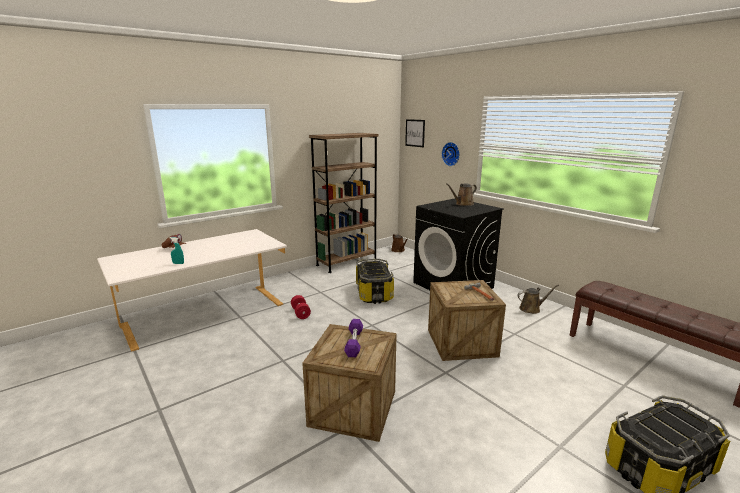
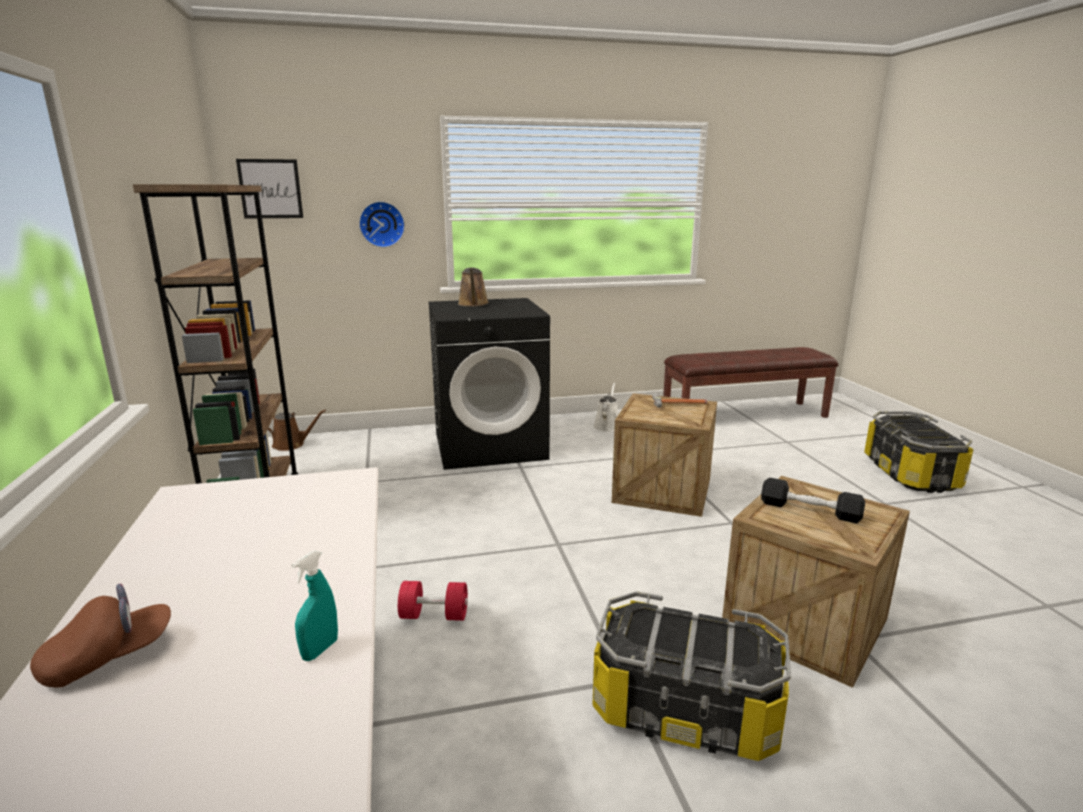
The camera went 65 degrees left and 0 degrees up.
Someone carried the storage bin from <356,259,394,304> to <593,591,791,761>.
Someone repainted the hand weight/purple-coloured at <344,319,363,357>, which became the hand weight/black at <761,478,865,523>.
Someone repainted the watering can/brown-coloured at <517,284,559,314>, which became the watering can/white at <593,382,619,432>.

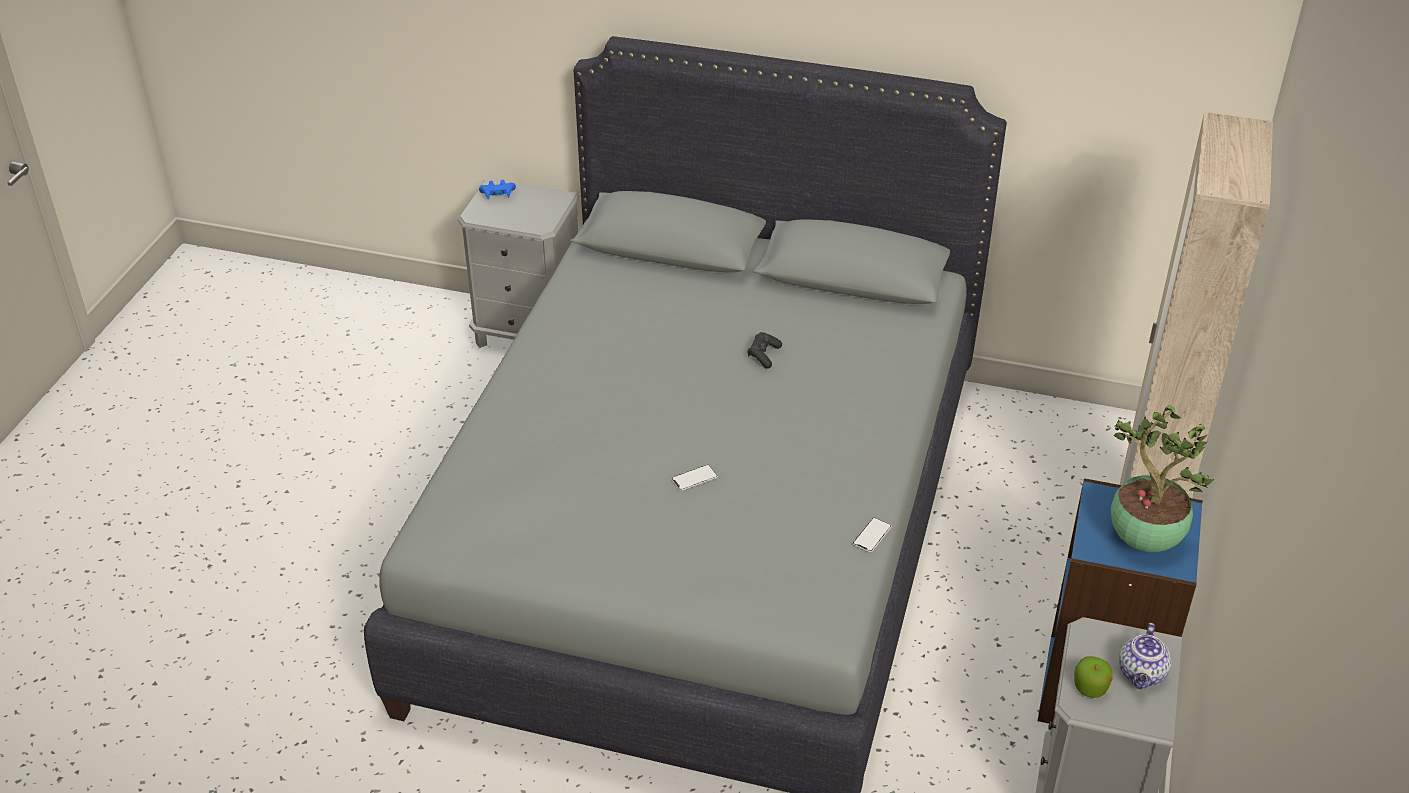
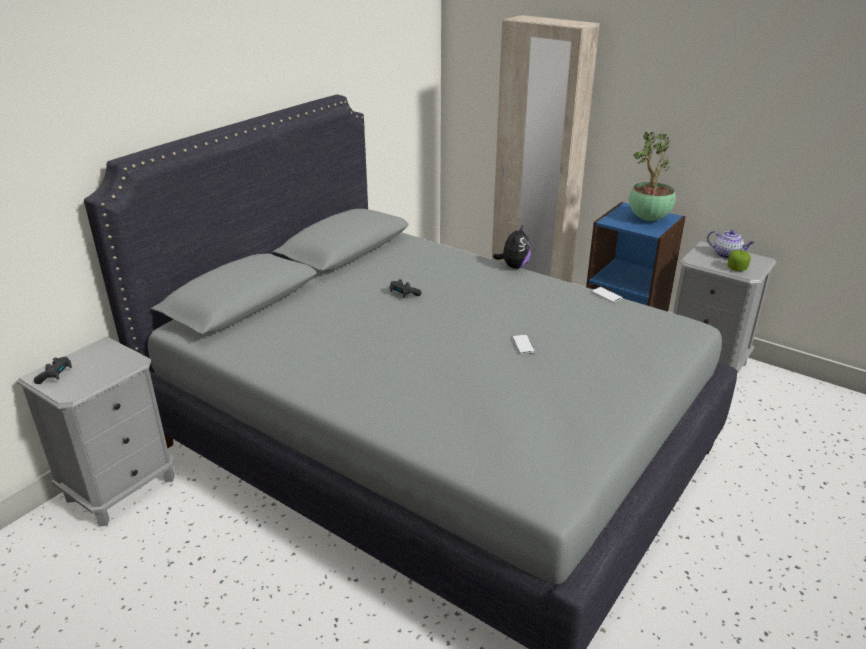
The camera went 70 degrees left and 10 degrees down.
Someone put down the soft toy at <493,225,531,269>.
Someone repainted the joypad/blue at <479,180,516,199>, which became the joypad/black at <34,357,72,384>.

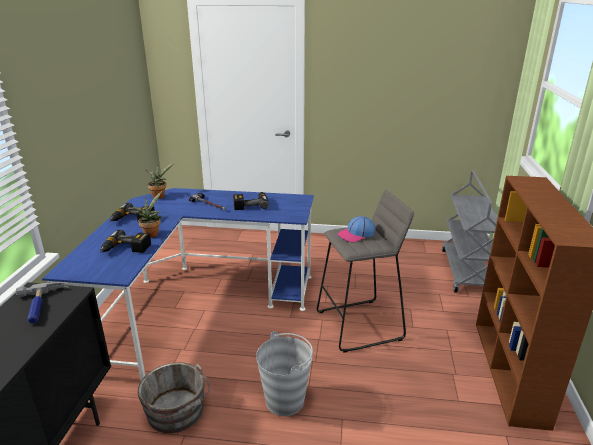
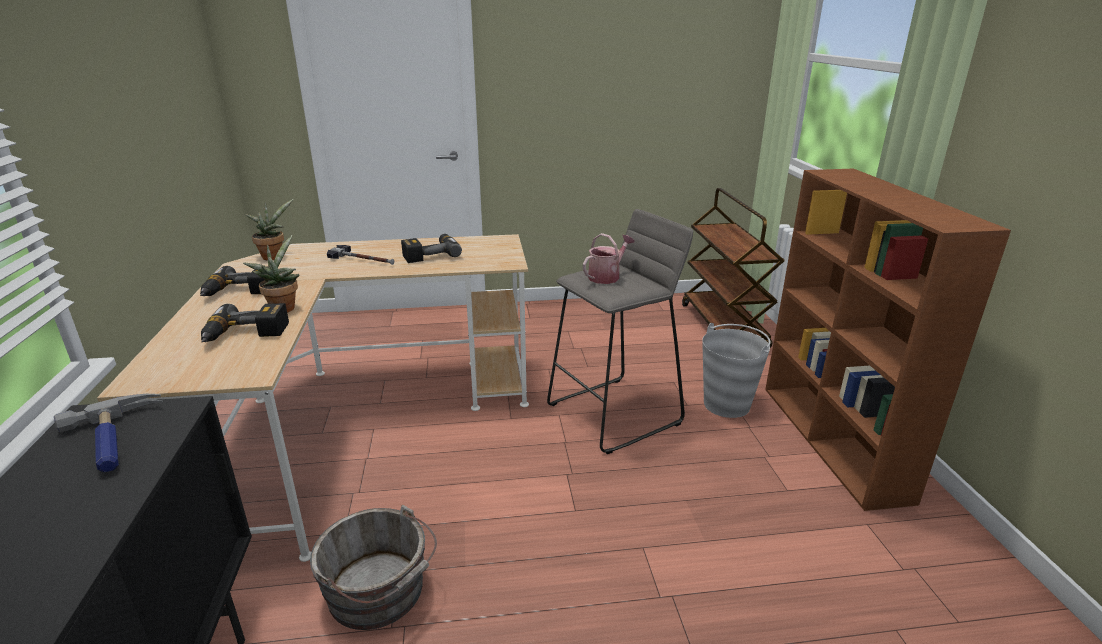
The camera went 15 degrees left and 0 degrees up.
Someone carried the bucket/grey from <256,331,313,416> to <702,323,771,418>.
Someone swapped the cap at <337,216,376,242> for the watering can at <583,233,635,284>.
Someone repainted the desk/blue at <42,188,314,380>, which became the desk/beige at <97,234,529,562>.
Someone repainted the cart/grey at <442,170,498,293>, which became the cart/brown-coloured at <682,188,785,348>.

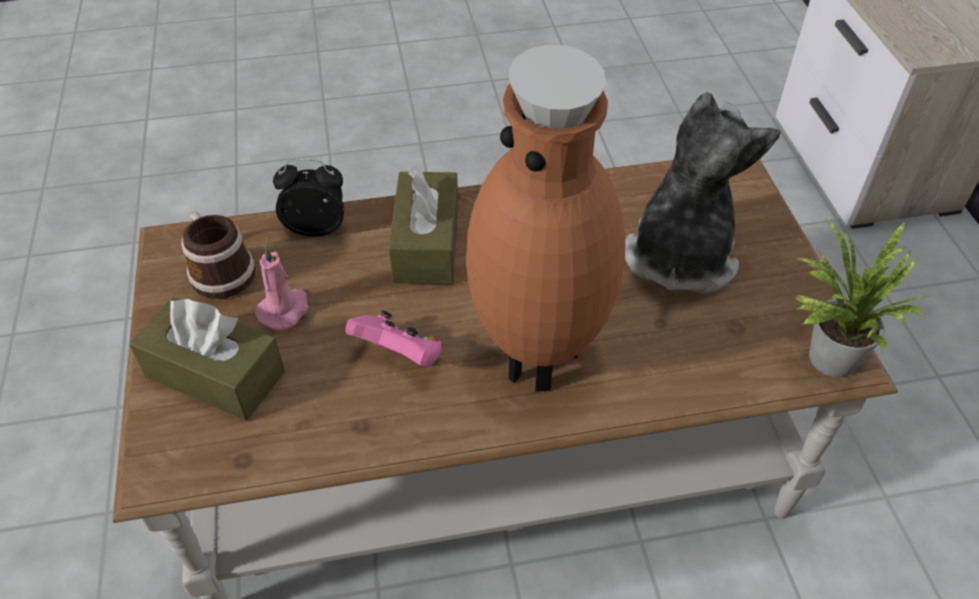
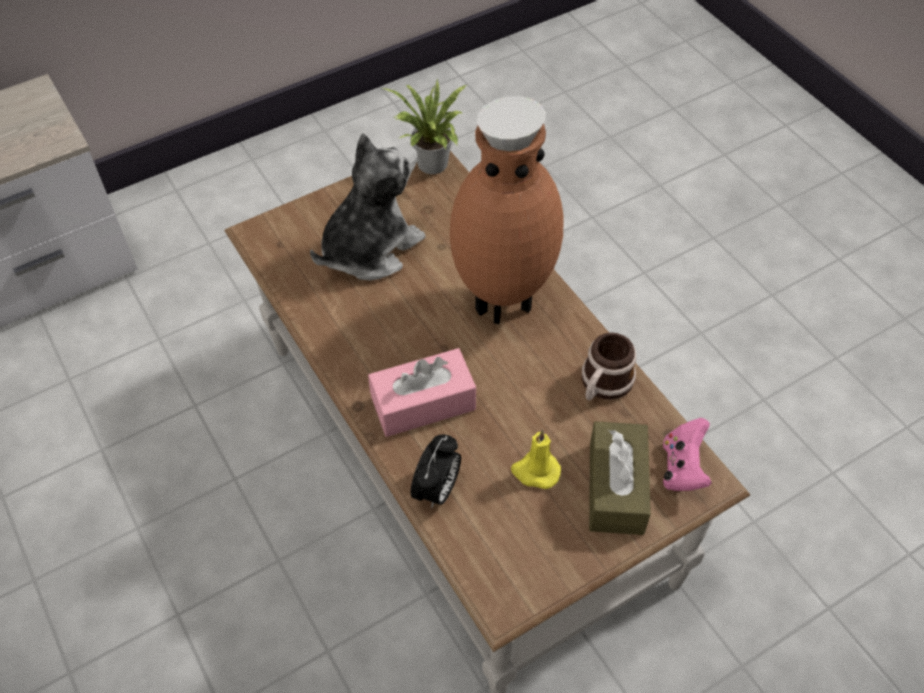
The camera went 110 degrees left and 5 degrees up.
Someone carried the mug from <181,212,255,299> to <582,333,636,400>.
Someone carried the joypad/pink from <345,310,442,366> to <663,418,712,491>.
Someone repainted the wax candle/pink at <255,244,309,331>, which became the wax candle/yellow at <511,430,561,489>.
Someone repainted the tissue box/brown-coloured at <389,166,458,284>, which became the tissue box/pink at <368,348,476,437>.
Someone rotated the alarm clock at <273,159,344,237> by 135 degrees counterclockwise.
Someone rotated the soft toy at <625,92,781,294> by 135 degrees clockwise.

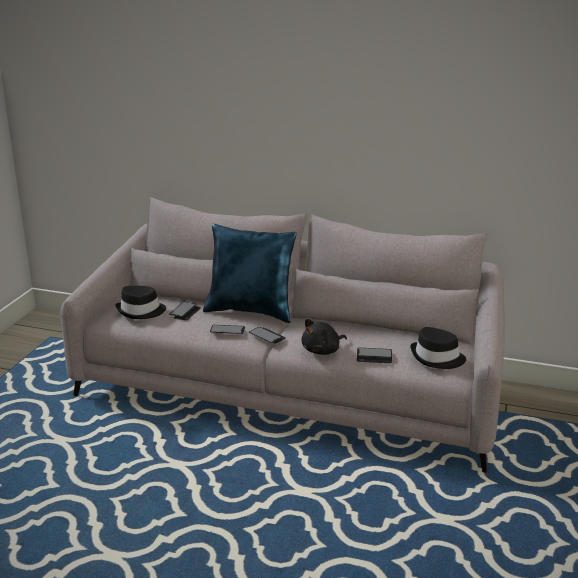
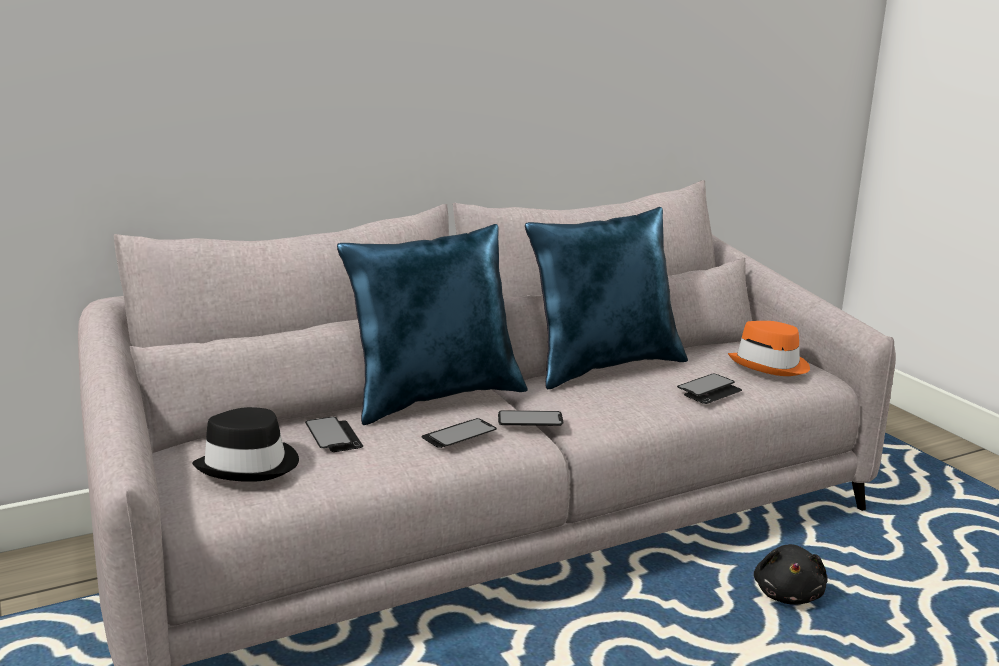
The camera went 45 degrees left and 5 degrees down.
Someone put down the pillow/blue at <525,207,688,389>.
Someone carried the soft toy/black from <301,319,347,355> to <754,544,828,605>.
Someone repainted the wearable hat/black at <410,327,466,369>, which became the wearable hat/orange-coloured at <728,321,810,376>.

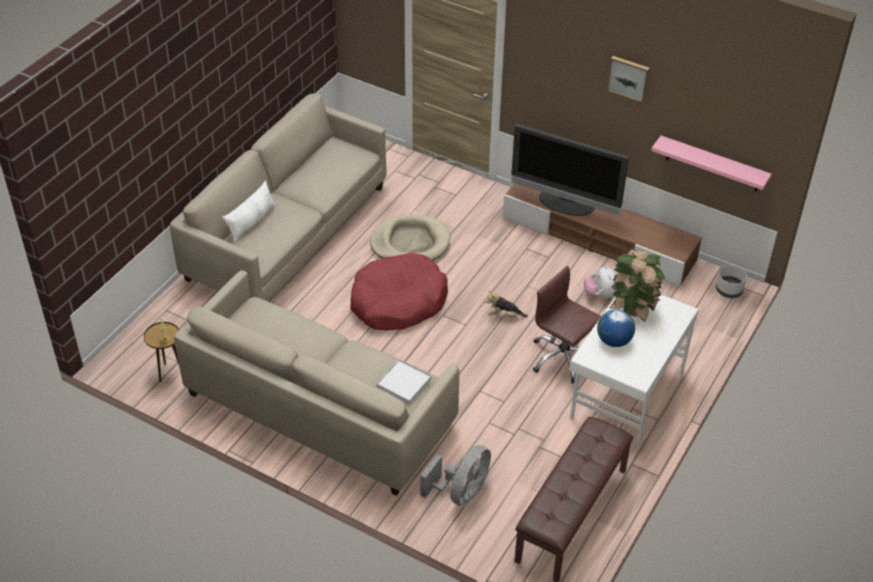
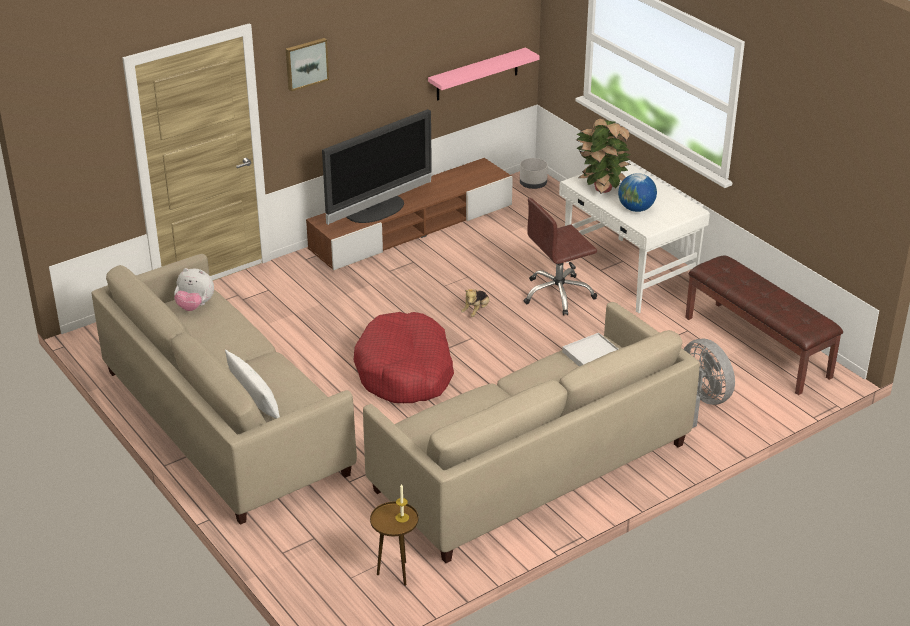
The camera went 65 degrees left and 10 degrees down.
Someone took away the dog cushion/beige at <370,214,451,261>.
Someone carried the soft toy from <584,266,617,299> to <174,268,214,311>.
Someone carried the wall picture from <607,56,650,103> to <286,38,329,91>.

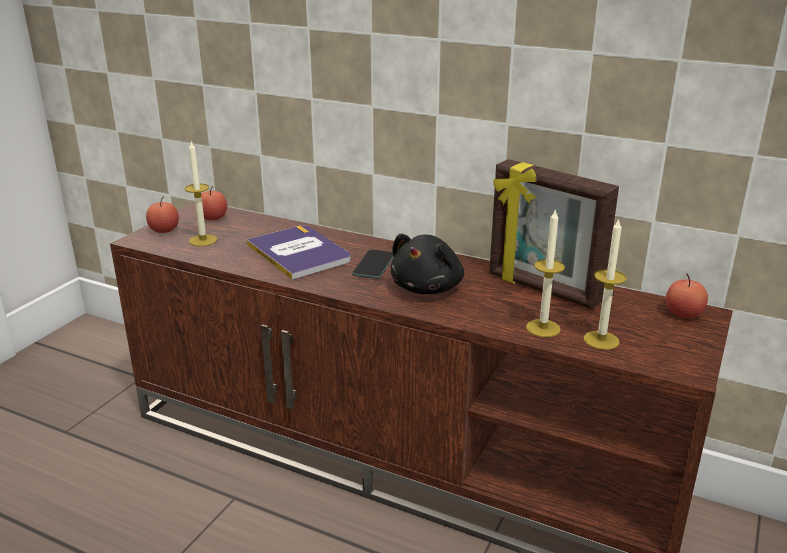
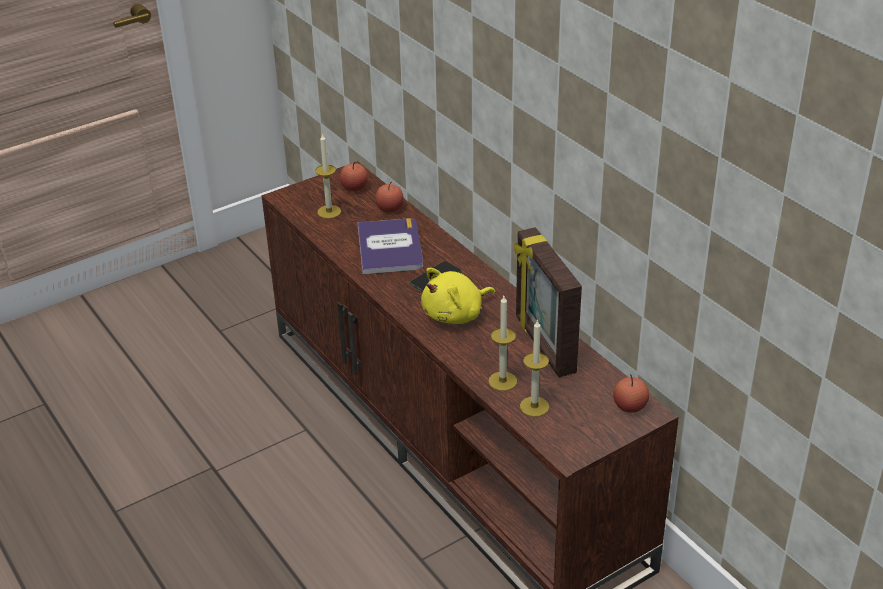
The camera went 30 degrees right and 10 degrees up.
Someone carried the apple fruit from <146,197,179,233> to <375,182,403,212>.
Someone repainted the soft toy/black at <390,234,464,294>, which became the soft toy/yellow at <421,268,495,324>.

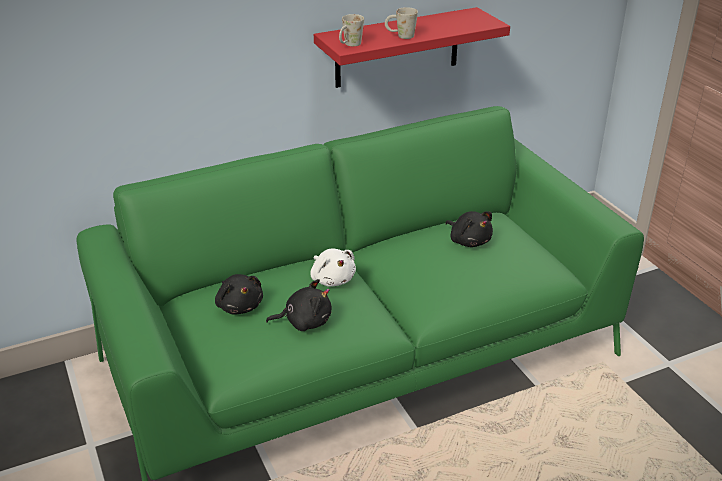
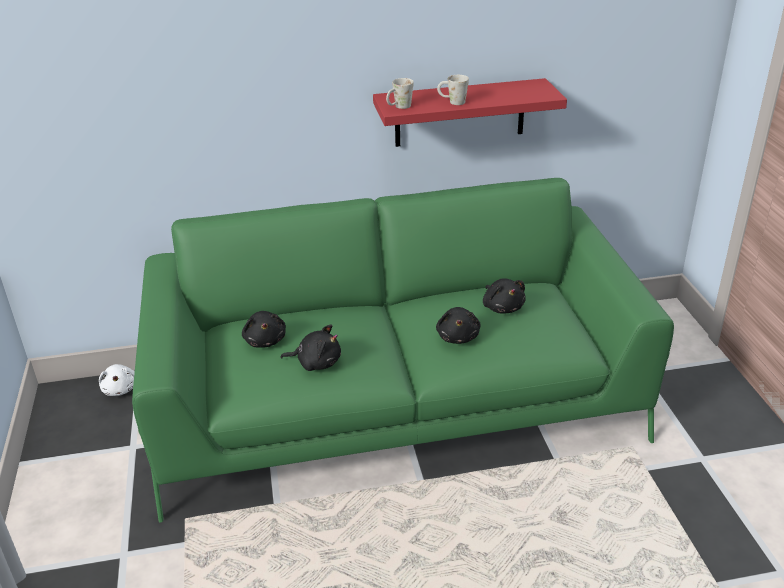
The camera went 15 degrees right and 0 degrees up.
Someone put down the soft toy/black at <436,307,481,344>.
Someone carried the soft toy/white from <310,248,356,287> to <99,364,135,396>.

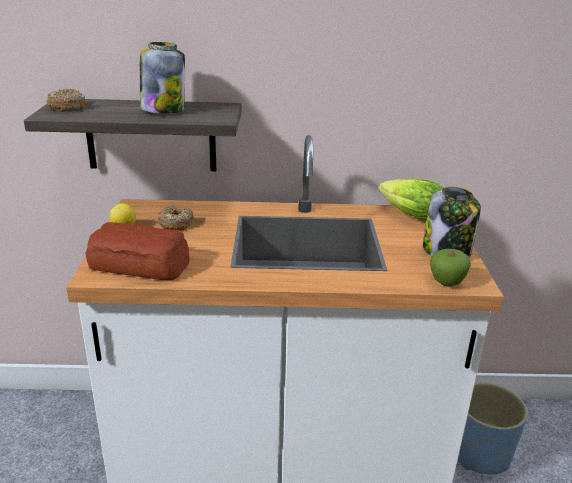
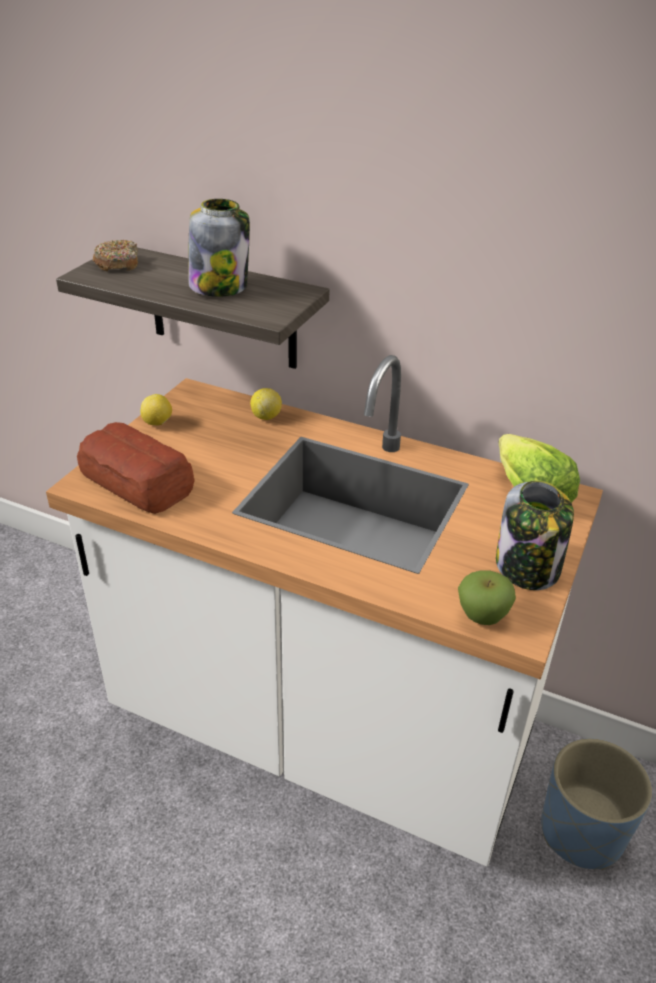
The camera went 25 degrees right and 10 degrees up.
Someone took away the ring doughnut at <157,205,194,231>.
Someone put down the lemon at <250,388,282,420>.

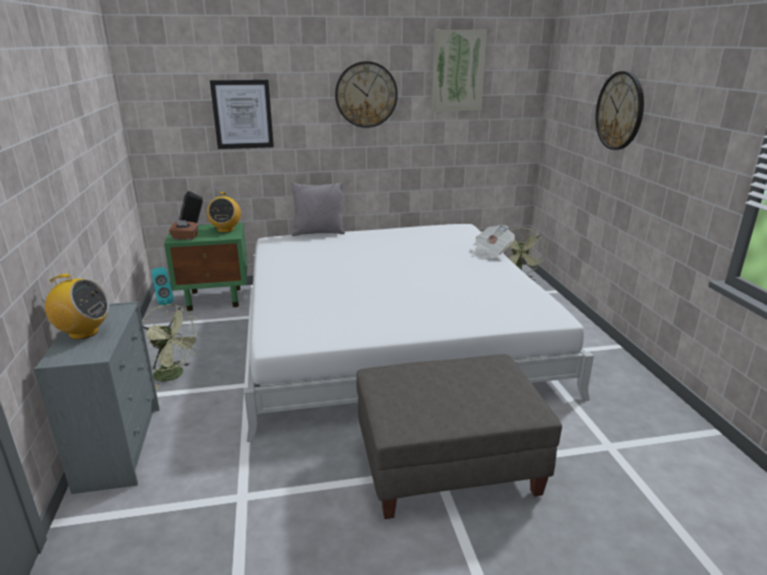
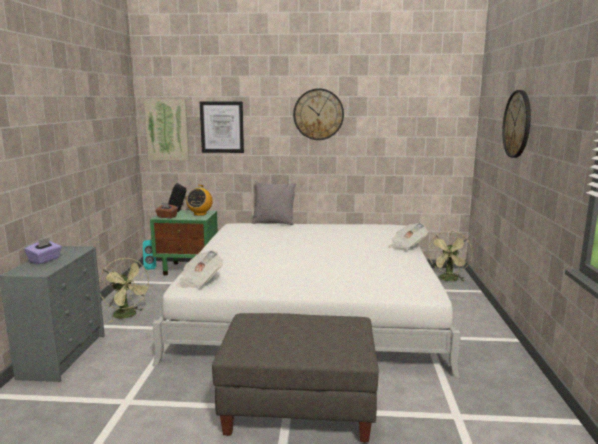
The camera went 15 degrees right and 10 degrees down.
Someone put down the printed paper at <177,250,223,288>.
Someone carried the wall picture from <432,30,487,111> to <144,100,189,161>.
Someone swapped the radio receiver at <38,274,109,339> for the tissue box/purple-coloured at <25,238,62,264>.

